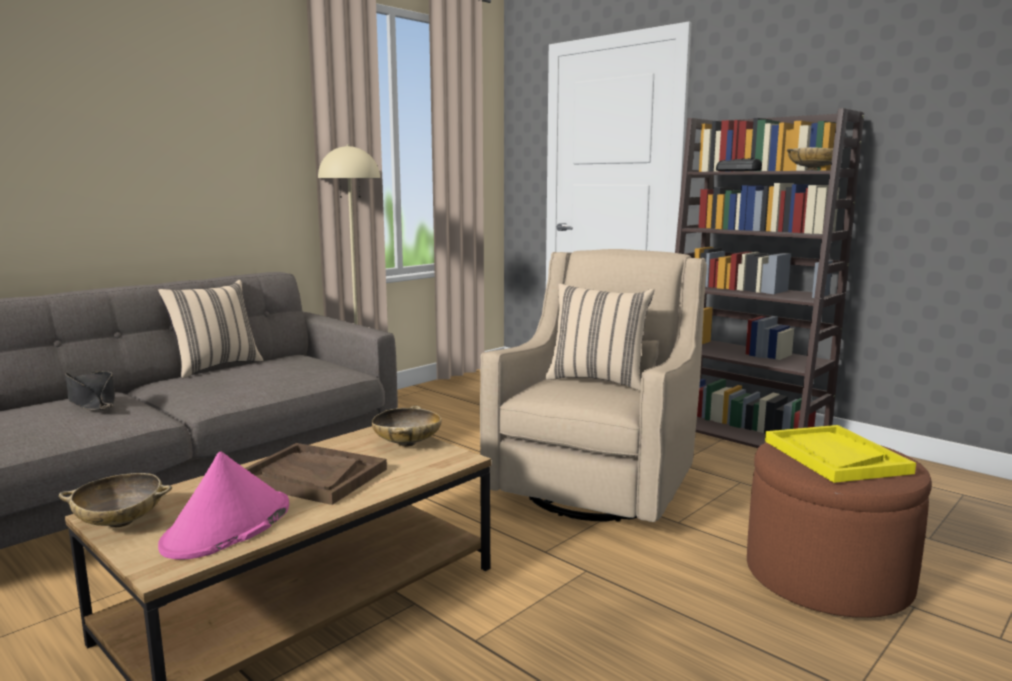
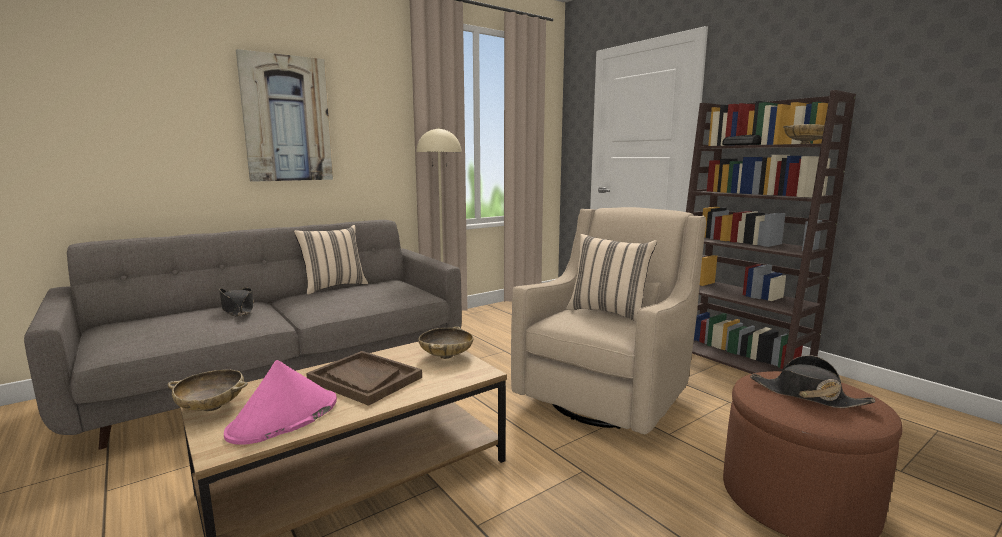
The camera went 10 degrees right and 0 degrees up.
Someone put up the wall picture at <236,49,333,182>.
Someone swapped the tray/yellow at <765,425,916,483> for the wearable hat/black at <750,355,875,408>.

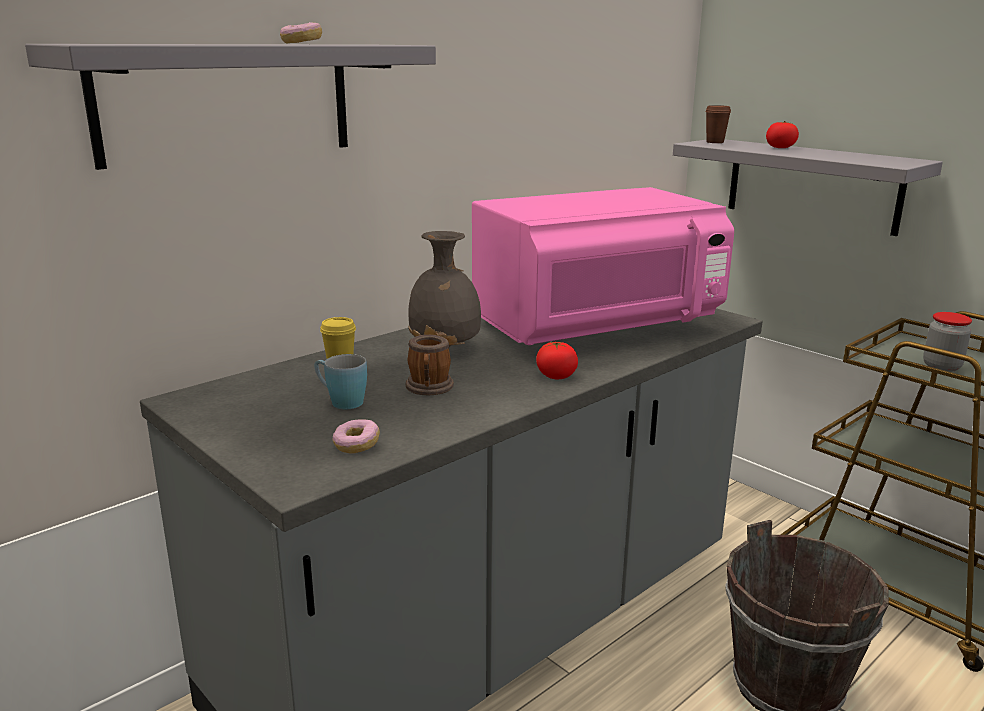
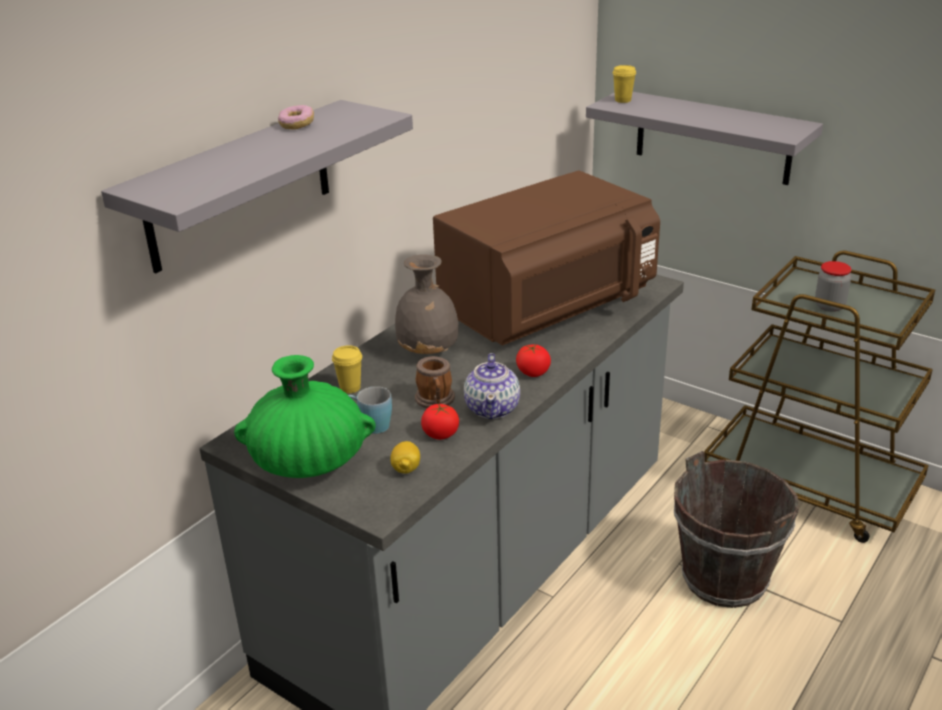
The camera went 10 degrees left and 10 degrees up.
Someone put down the flower vase/green-coloured at <234,355,376,478>.
Someone put down the teapot at <464,353,520,419>.
Someone carried the whole tomato from <766,121,799,148> to <421,404,459,440>.
Someone swapped the ring doughnut at <333,419,380,454> for the lemon at <390,441,420,474>.
Someone repainted the microwave/pink at <472,187,734,345>, which became the microwave/brown-coloured at <433,171,660,346>.
Someone repainted the cup/brown-coloured at <706,105,731,143>, which became the cup/yellow at <613,65,636,103>.

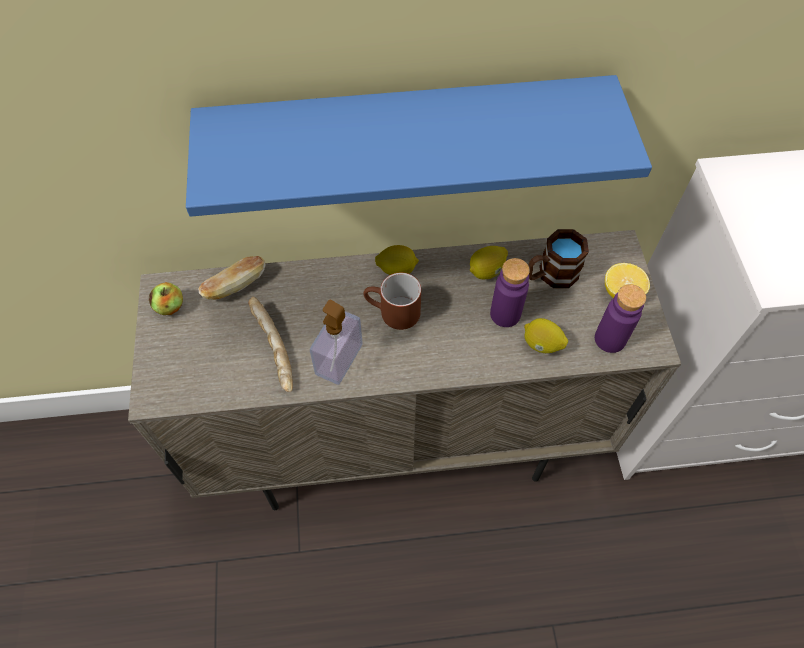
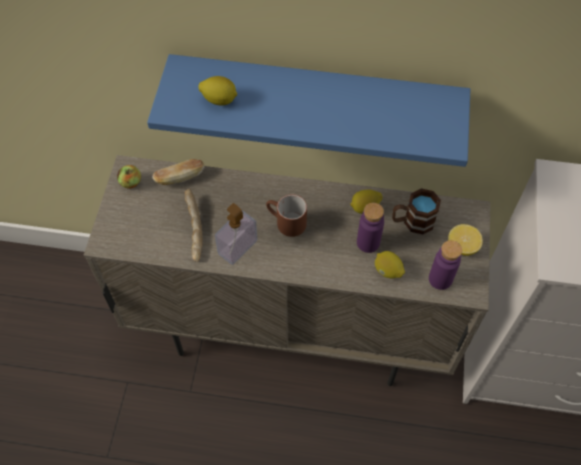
The camera went 15 degrees right and 0 degrees up.
Someone carried the lemon from <375,245,419,275> to <198,76,237,105>.

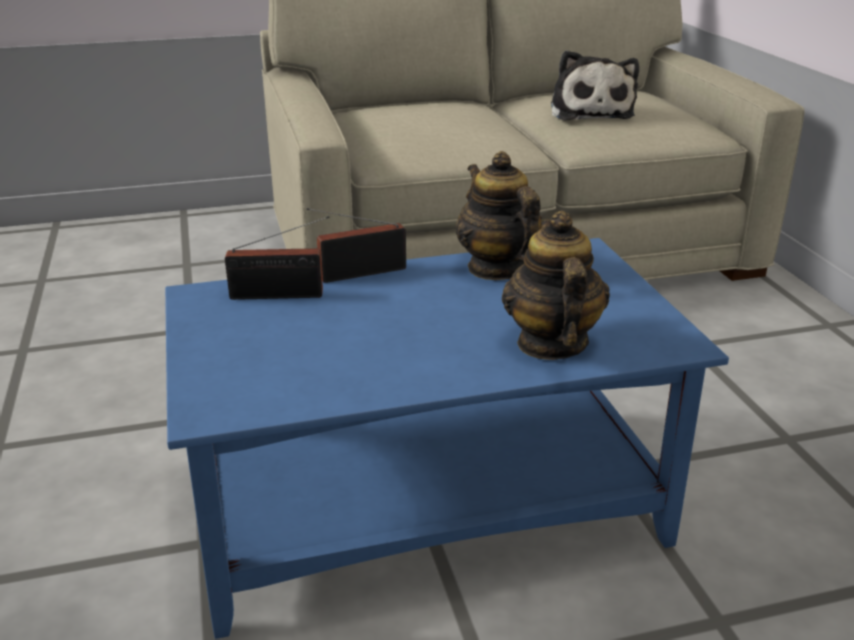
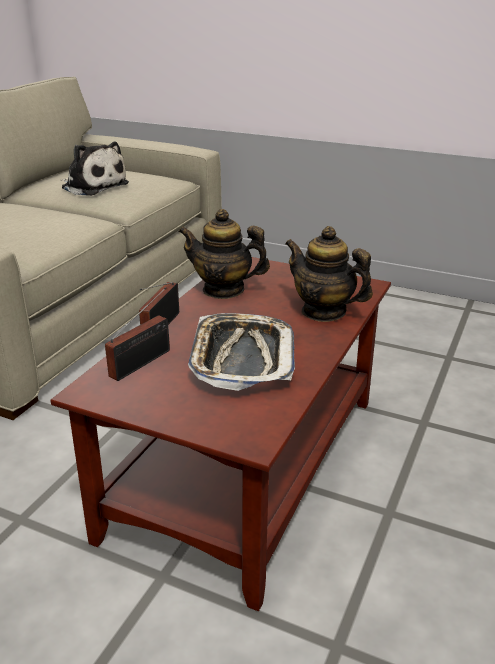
The camera went 50 degrees left and 0 degrees up.
Someone put down the tray at <188,313,295,391>.
Someone repainted the lounge table/blue at <165,238,729,639>, which became the lounge table/brown-coloured at <50,257,391,611>.

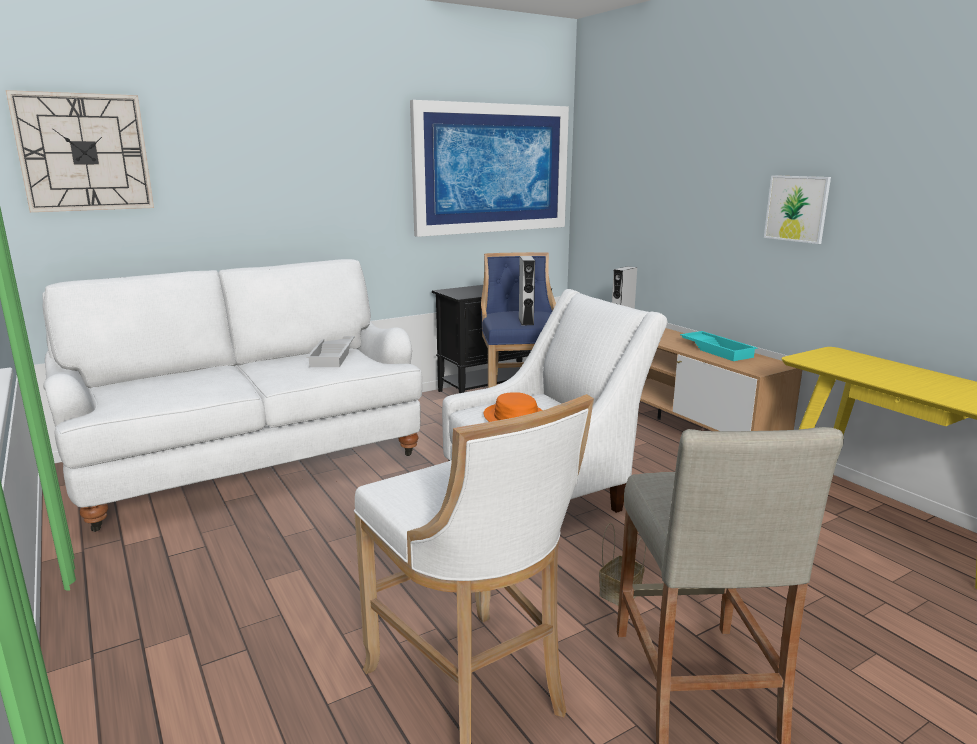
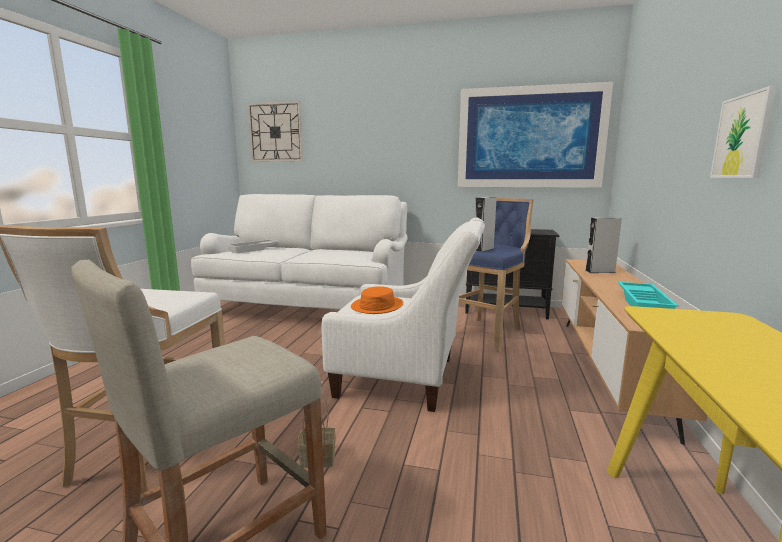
The camera went 45 degrees right and 5 degrees down.
Someone carried the tray/white from <306,336,355,367> to <226,239,281,253>.

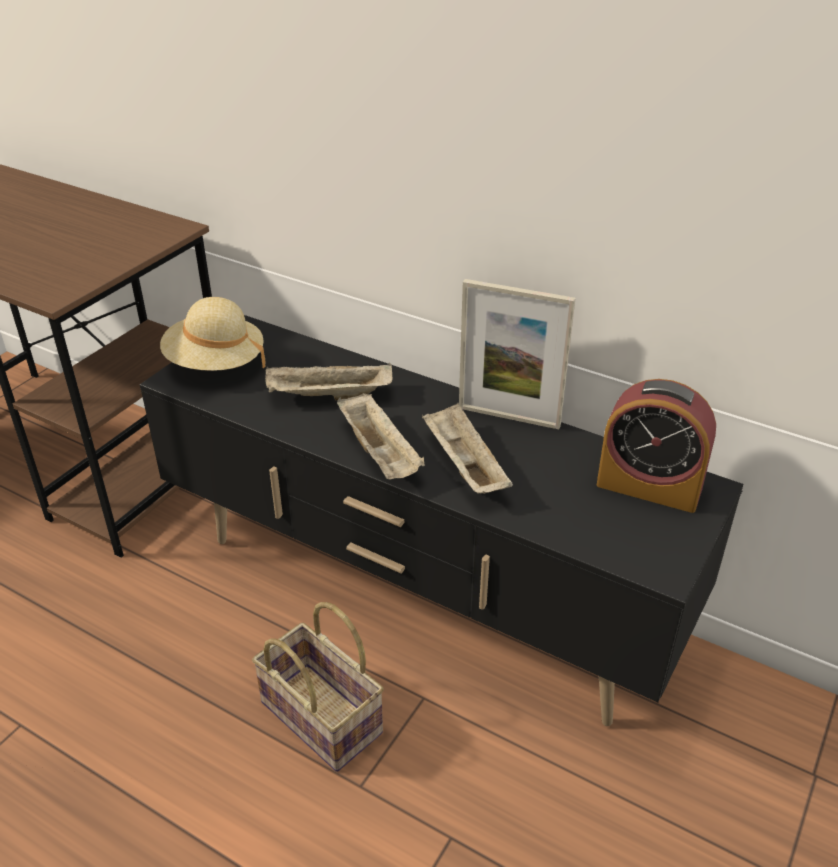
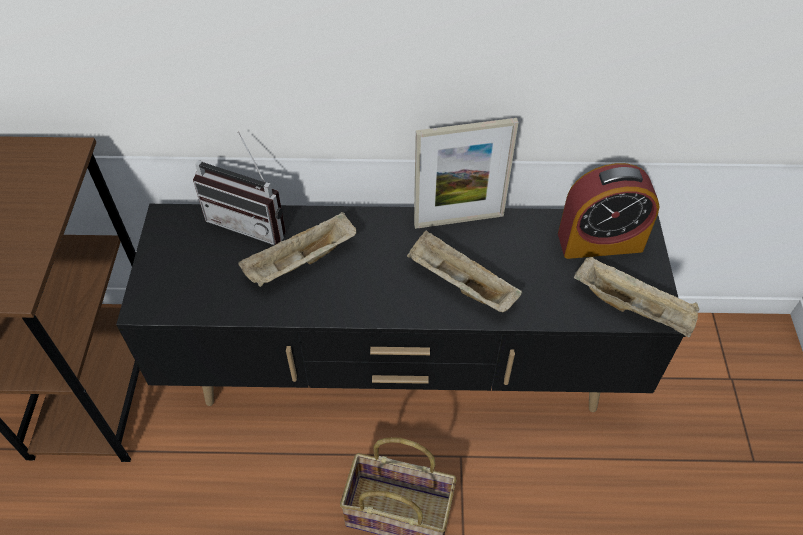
The camera went 30 degrees left and 15 degrees up.
Someone took away the wearable hat/beige at <160,297,265,371>.
Someone put down the radio receiver at <193,131,286,245>.
Someone carried the tray/beige from <337,393,425,480> to <574,256,699,337>.

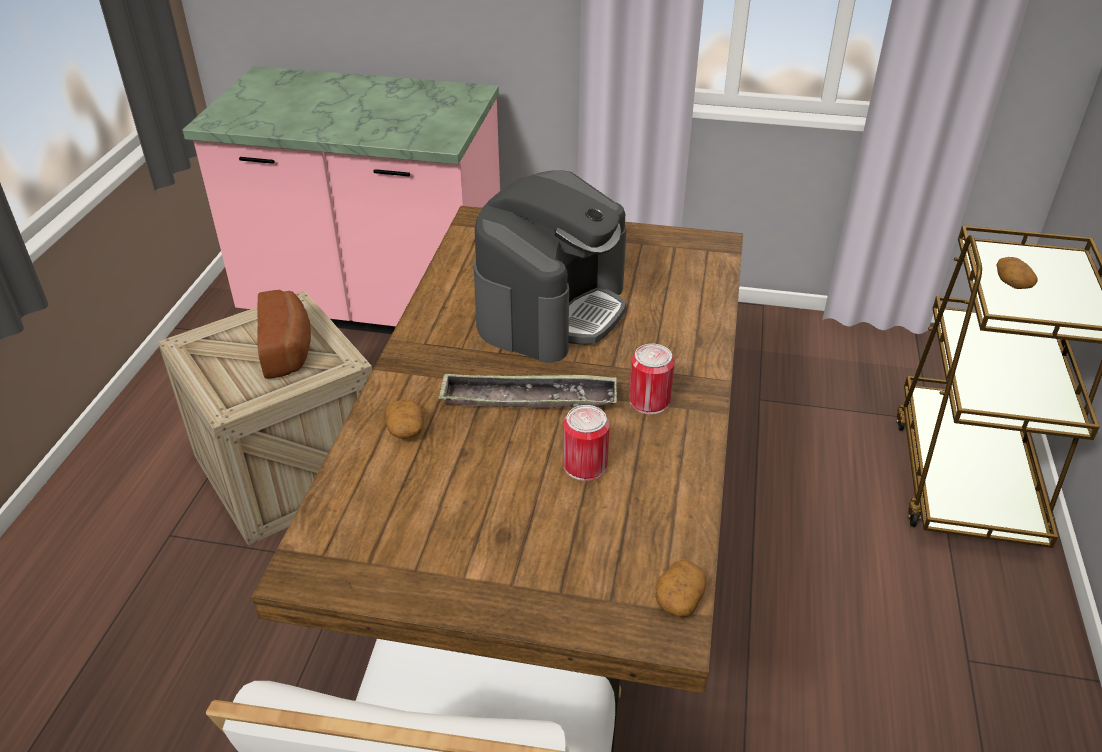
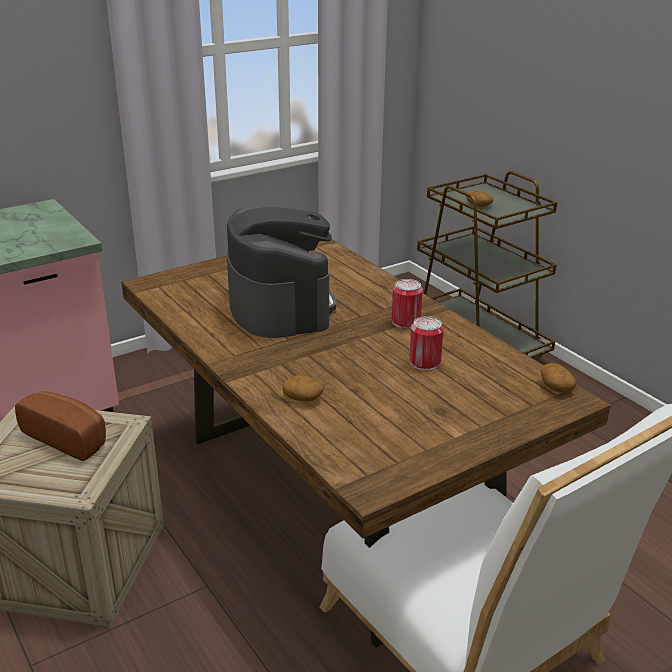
The camera went 45 degrees left and 10 degrees down.
Someone took away the tray at <439,373,617,409>.

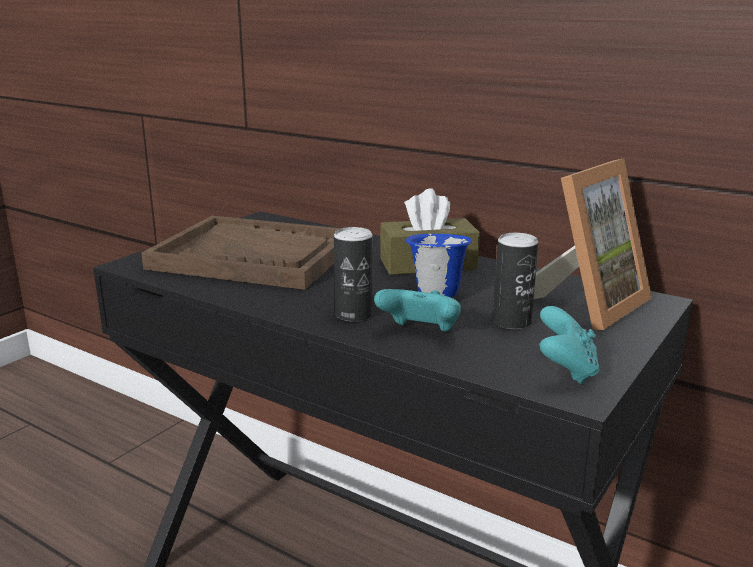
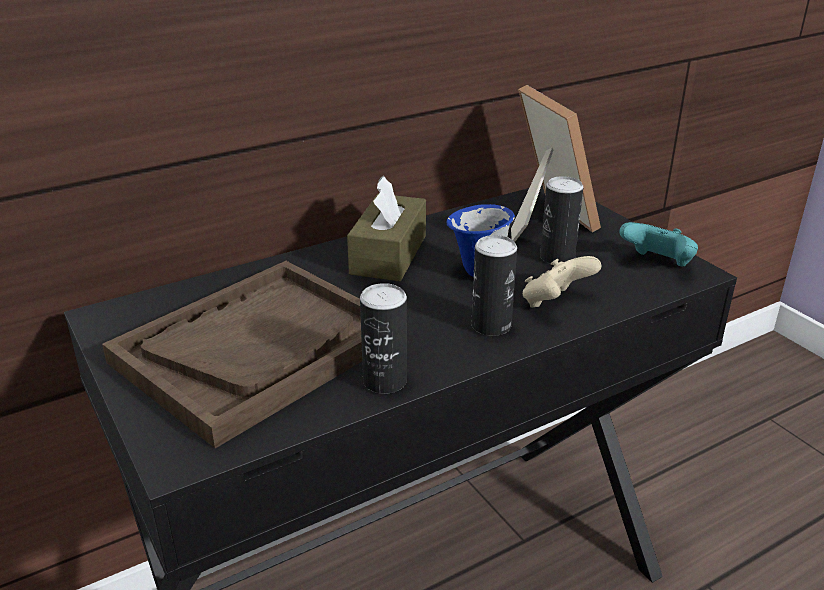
The camera went 65 degrees left and 10 degrees up.
Someone put down the can at <360,283,407,394>.
Someone repainted the joypad/blue-green at <374,289,461,332>, which became the joypad/beige at <523,256,601,308>.

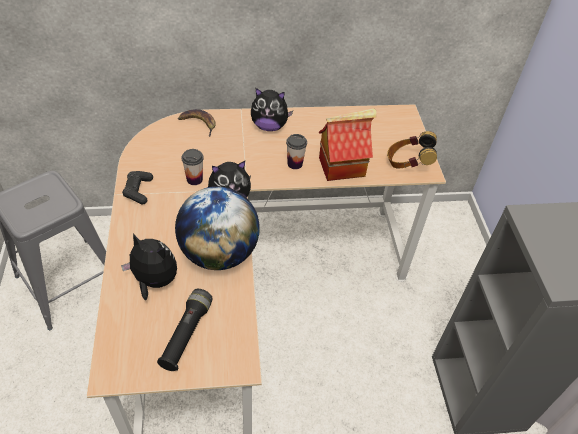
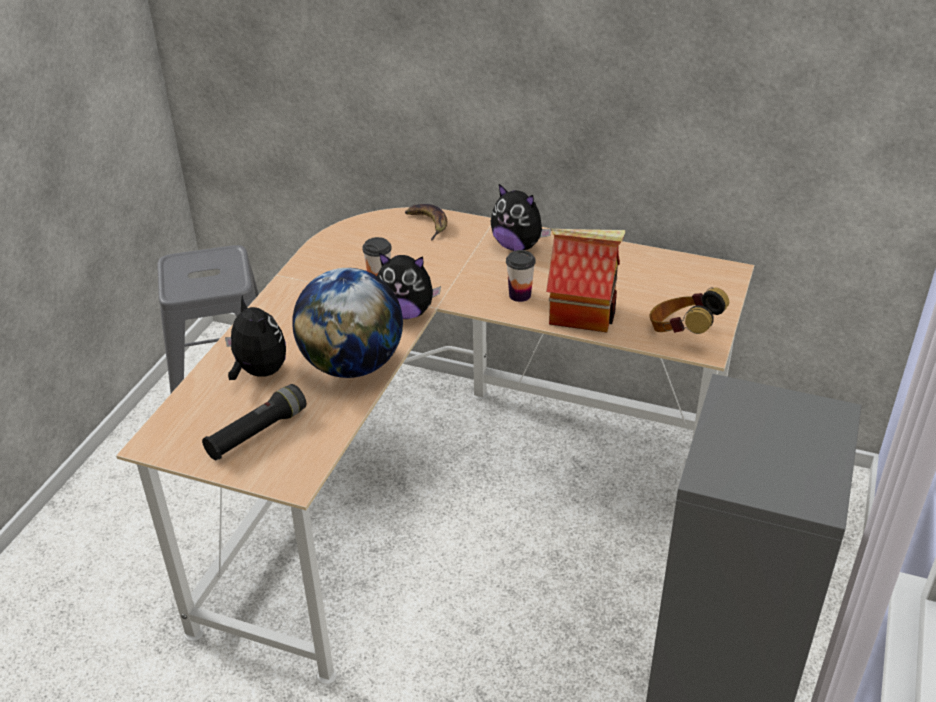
The camera went 30 degrees right and 10 degrees down.
Someone took away the joypad/black at <122,171,153,204>.

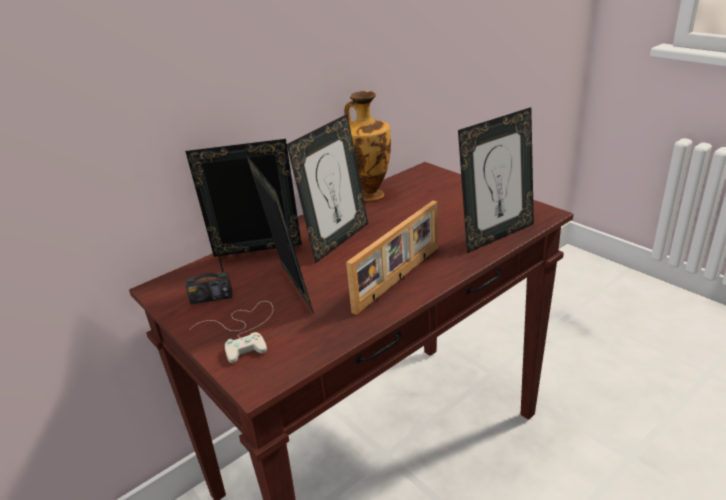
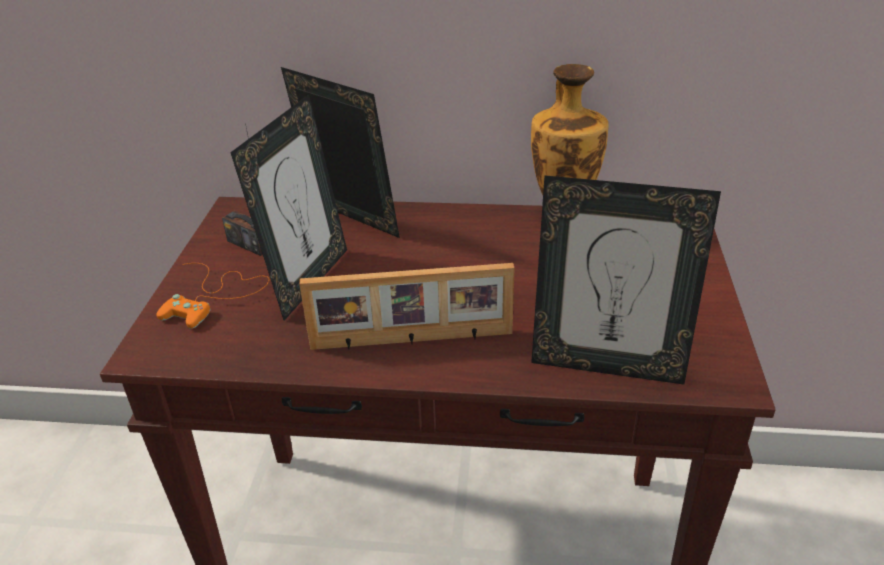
The camera went 45 degrees right and 5 degrees up.
Someone took away the photo frame at <287,114,368,263>.
Someone repainted the joypad/white at <189,301,273,363>, which became the joypad/orange-coloured at <156,263,270,329>.

